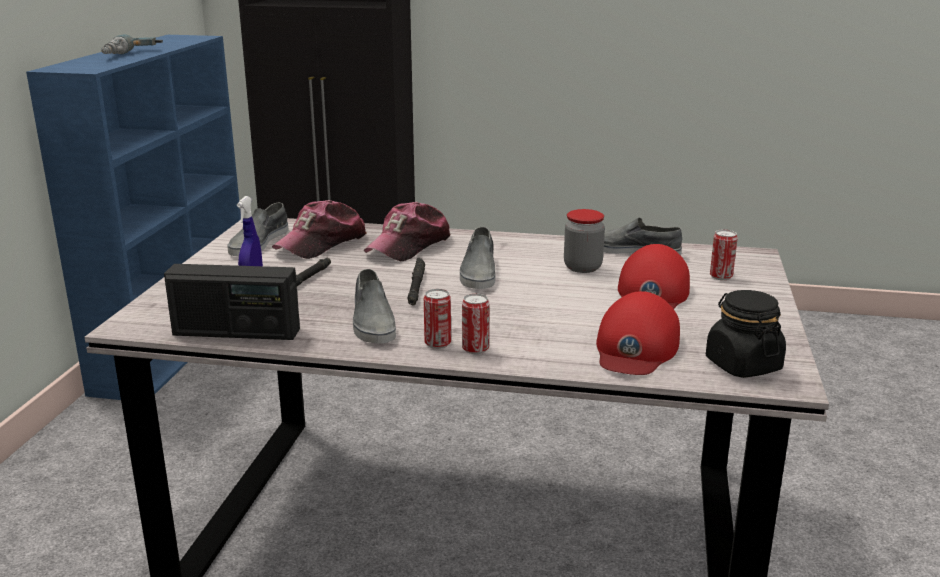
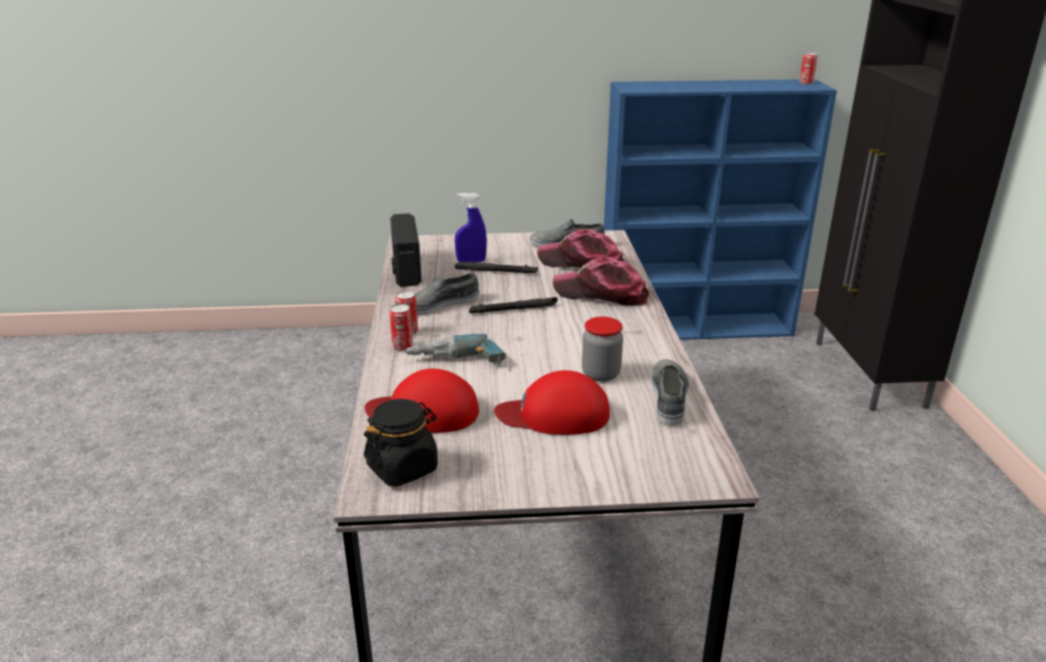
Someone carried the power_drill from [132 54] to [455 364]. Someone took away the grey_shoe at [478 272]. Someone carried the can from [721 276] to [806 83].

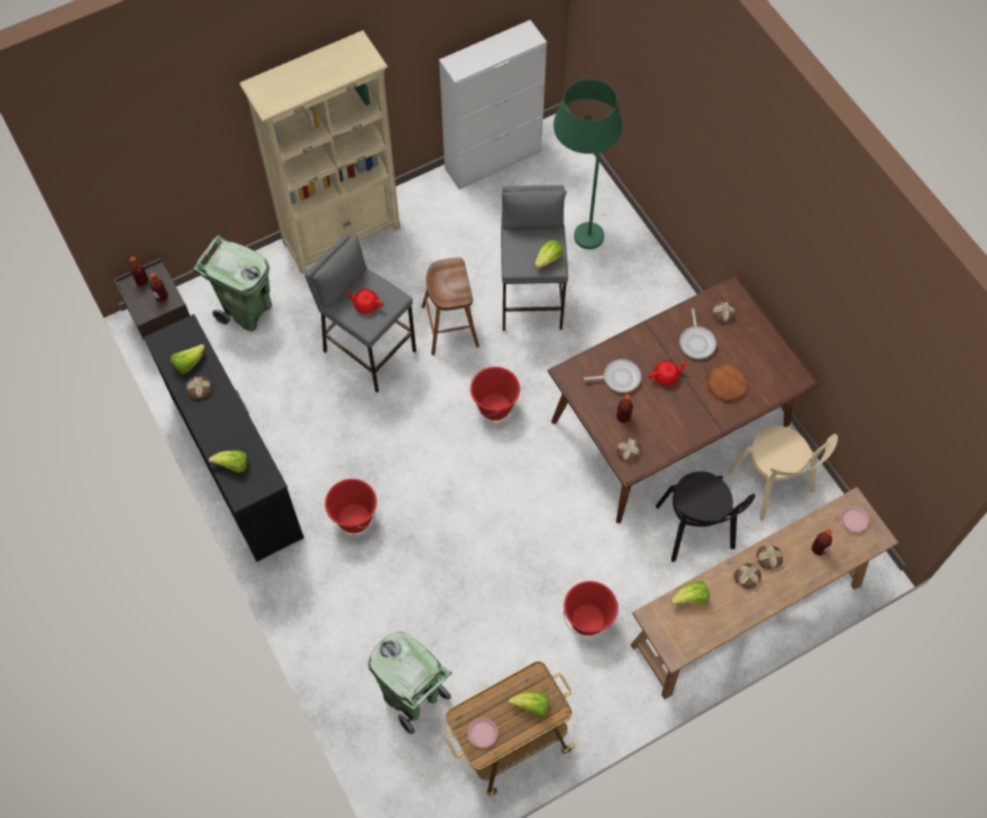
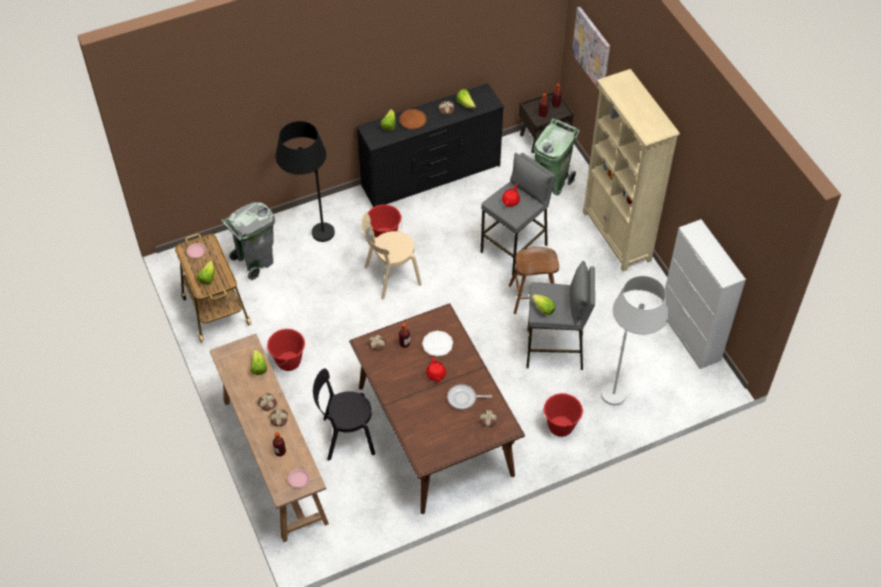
Someone repainted the green_trash_can at [412 697], which became the grey_trash_can at [255 261]. Someone carried the red_bucket from [495 407] to [560 426]. Someone repainted the green_floor_lamp at [578 225], which became the white_floor_lamp at [624 388]. Someone swapped the frying_pan at [619 377] for the white_plate at [437 345]. Someone carried the brown_plate from [726 383] to [412 120]. Someone carried the beige_chair from [773 485] to [390 276]. Someone put down the black_floor_lamp at [311 237]. Someone put up the picture at [592 49].

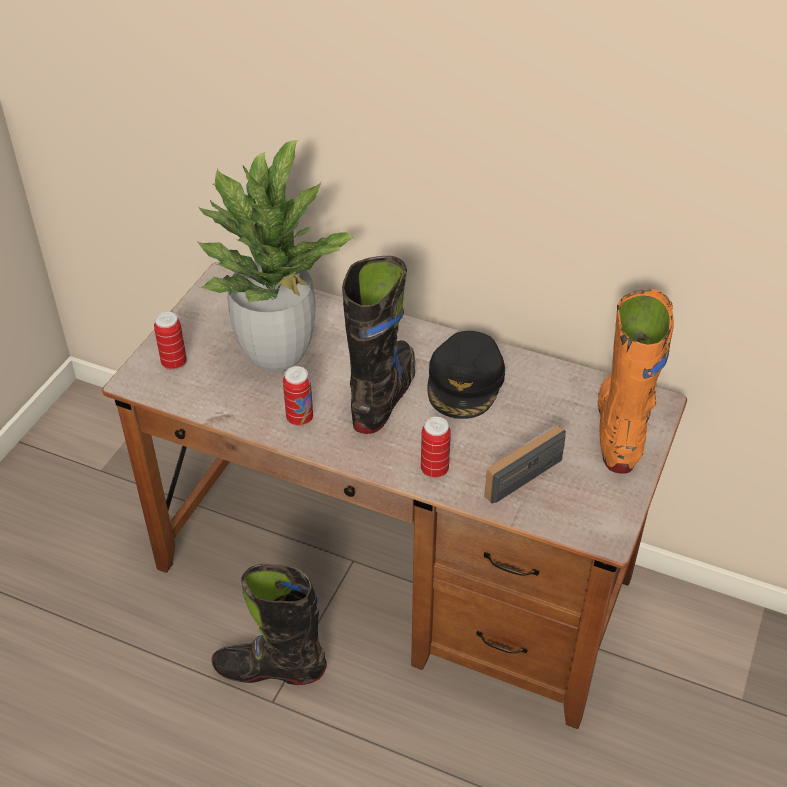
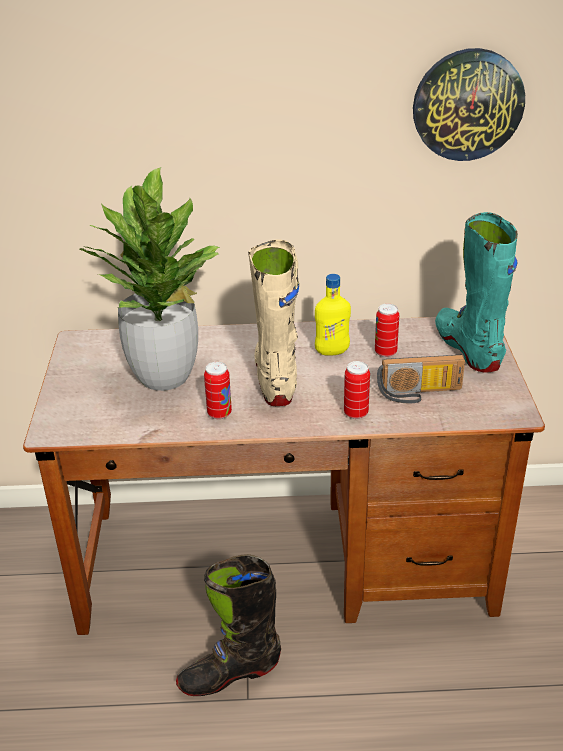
Someone carried the can from [174 363] to [385 352]. Someone repainted the black_boot at [383 396], which became the beige_boot at [276 379]. Someone swapped the black_cap at [466 382] for the yellow_bottle at [332 351]. Someone rotated the radio at [519 471] by 120 degrees counterclockwise. Someone repainted the orange_boot at [619 431], which became the turquoise_boot at [468 348]. Someone put up the wall_clock at [467 104].

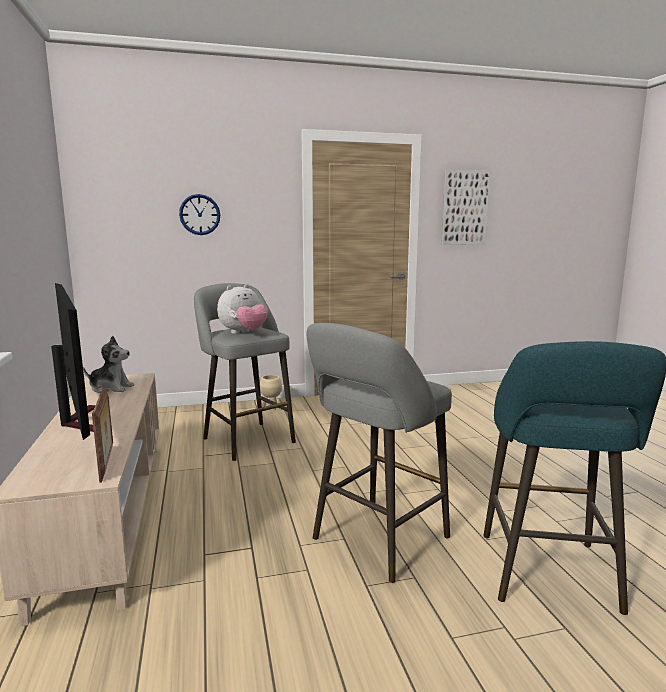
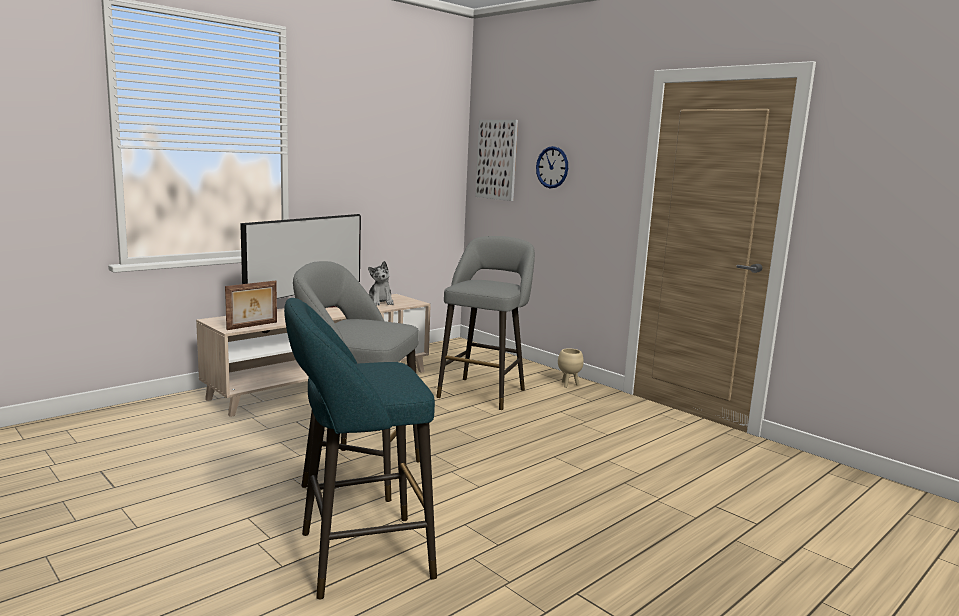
Someone took away the plush_toy at [243 333]. Someone carried the picture from [465 208] to [497 159].

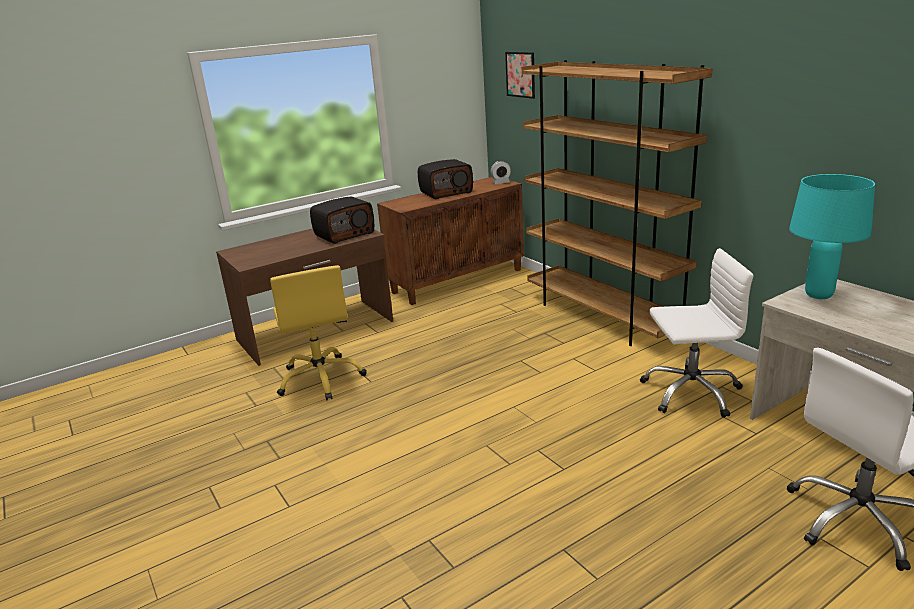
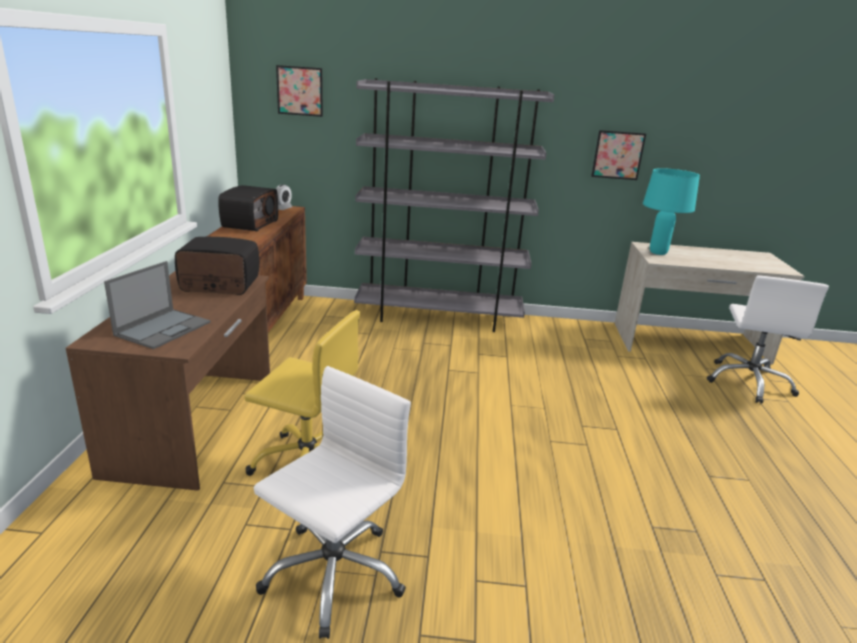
Someone rotated the radio at [344 234] by 90 degrees counterclockwise. Someone repainted the brown_bookcase at [602 317], which became the grey_bookcase at [439 317]. Someone carried the white_office_chair from [691 392] to [333 573]. Someone put down the laptop at [163 328]. Someone put up the picture at [618 155].

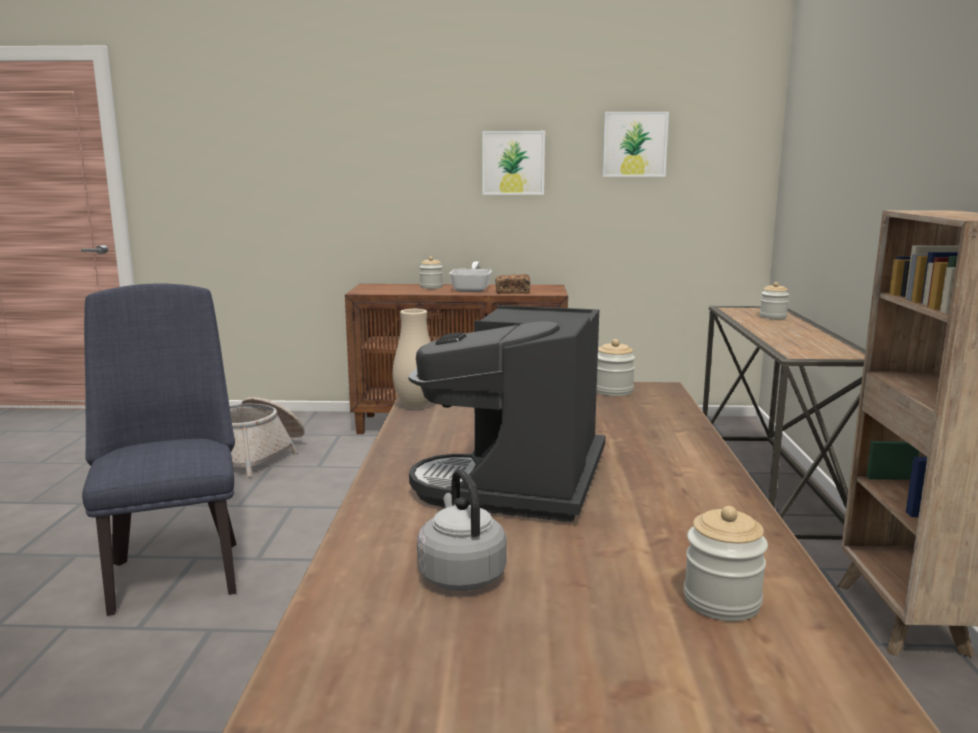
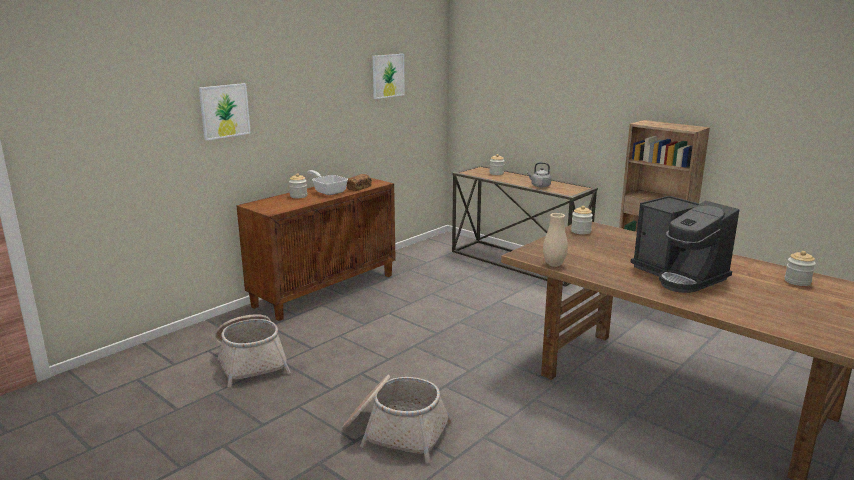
Someone swapped the blue_chair at [174 570] for the basket at [395 431]. Someone carried the grey_kettle from [460 574] to [539 186]. Someone carried the picture from [513 163] to [224 111].

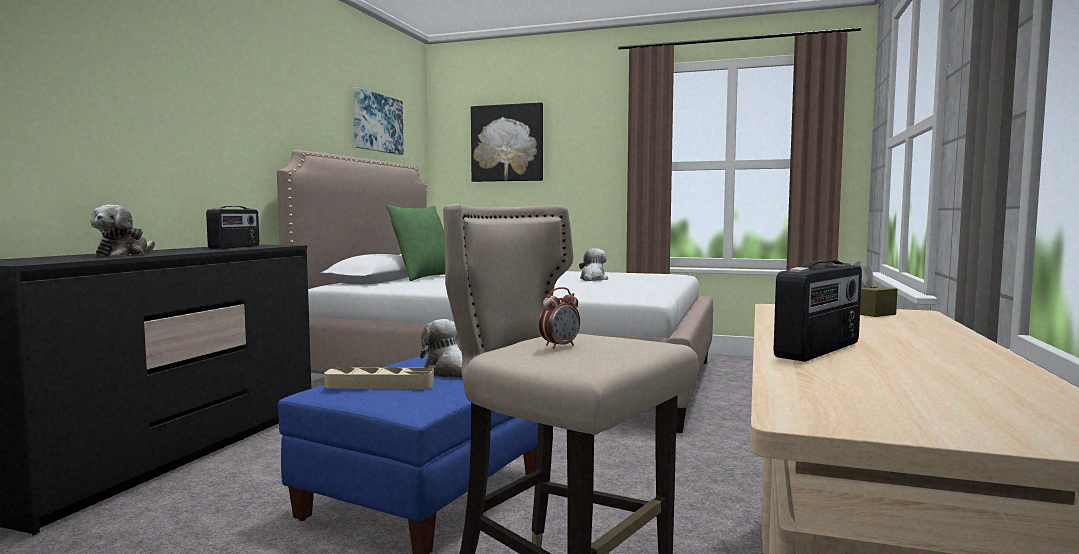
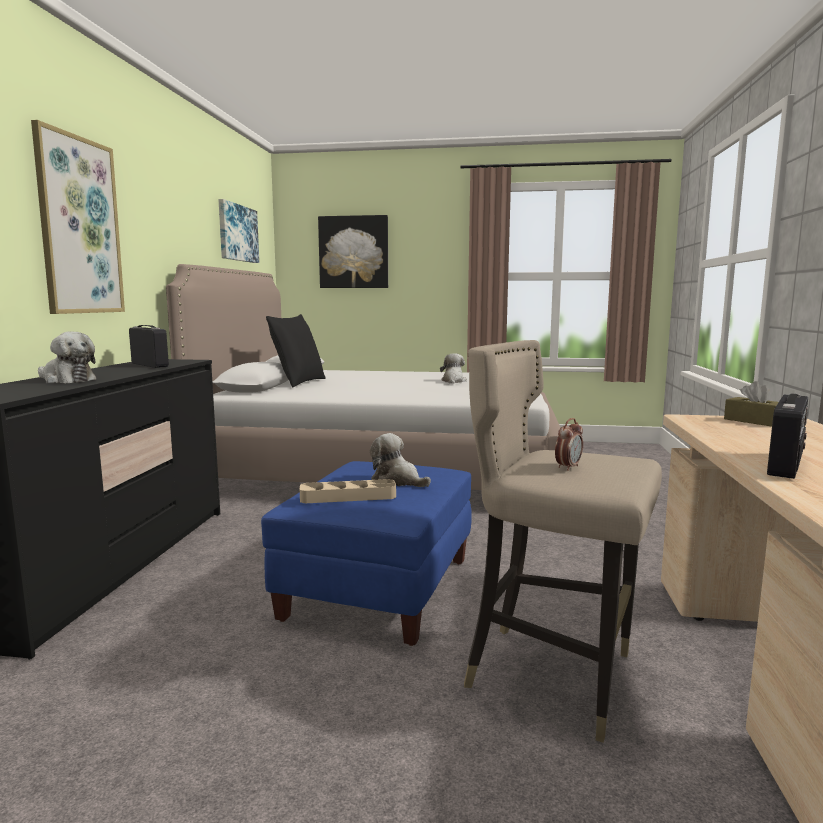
Someone rotated the plush_toy at [124 254] by 60 degrees counterclockwise. Someone rotated the radio at [235 247] by 45 degrees counterclockwise. Someone repainted the green_pillow at [423 277], which became the black_pillow at [298 382]. Someone put up the picture at [79 226].

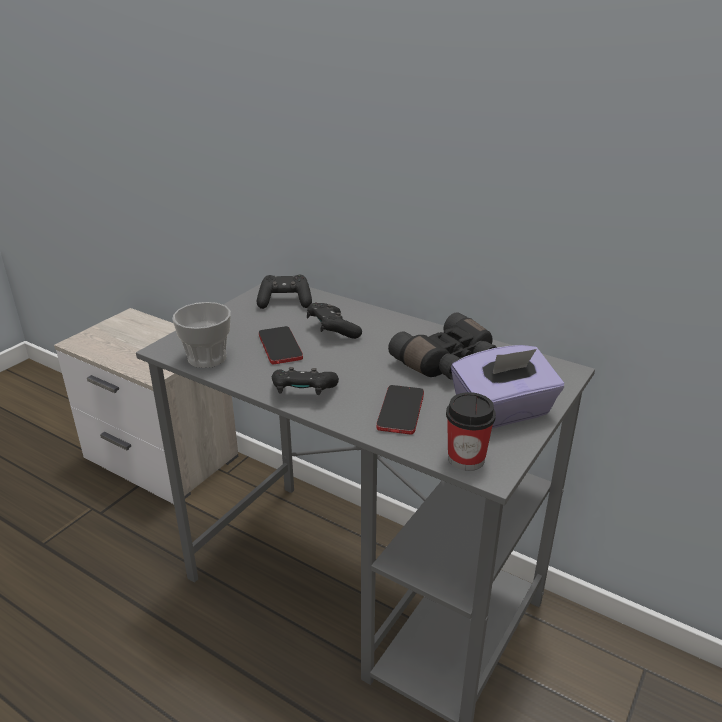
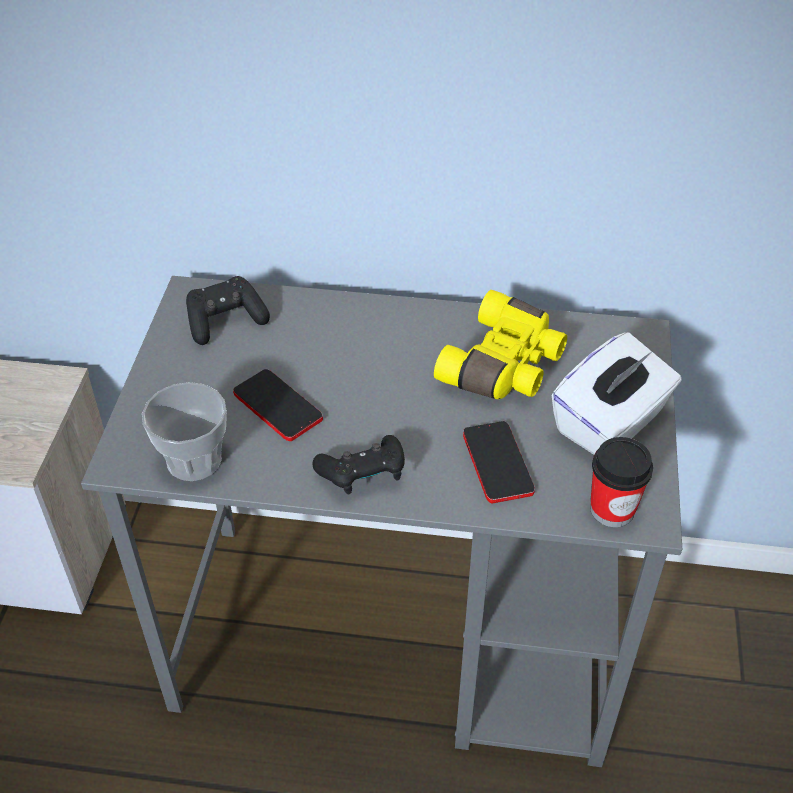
Someone took away the black_game_controller at [332 331]. Someone repainted the black_binoculars at [448 363], which became the yellow_binoculars at [505 366]. Someone repainted the purple_tissue_box at [503 412], which became the white_tissue_box at [610 423].

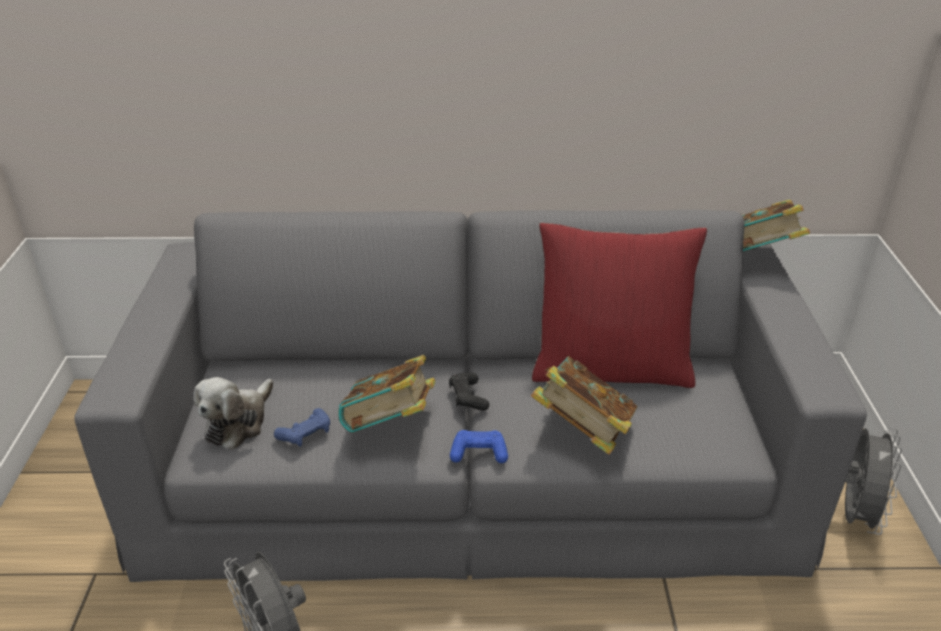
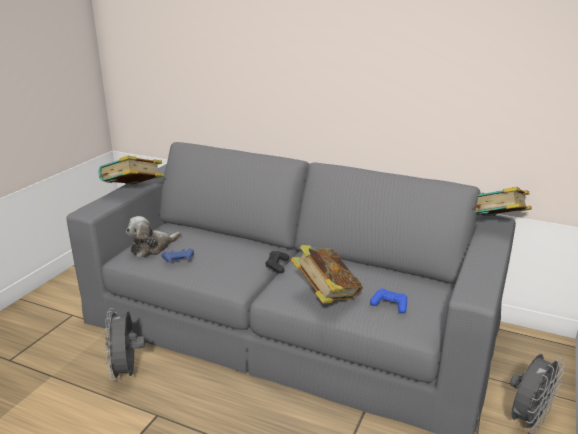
Someone carried the book from [390 426] to [133 191]. Someone carried the blue_game_controller from [479 453] to [389 305]. Someone took away the red_pillow at [611 368].

